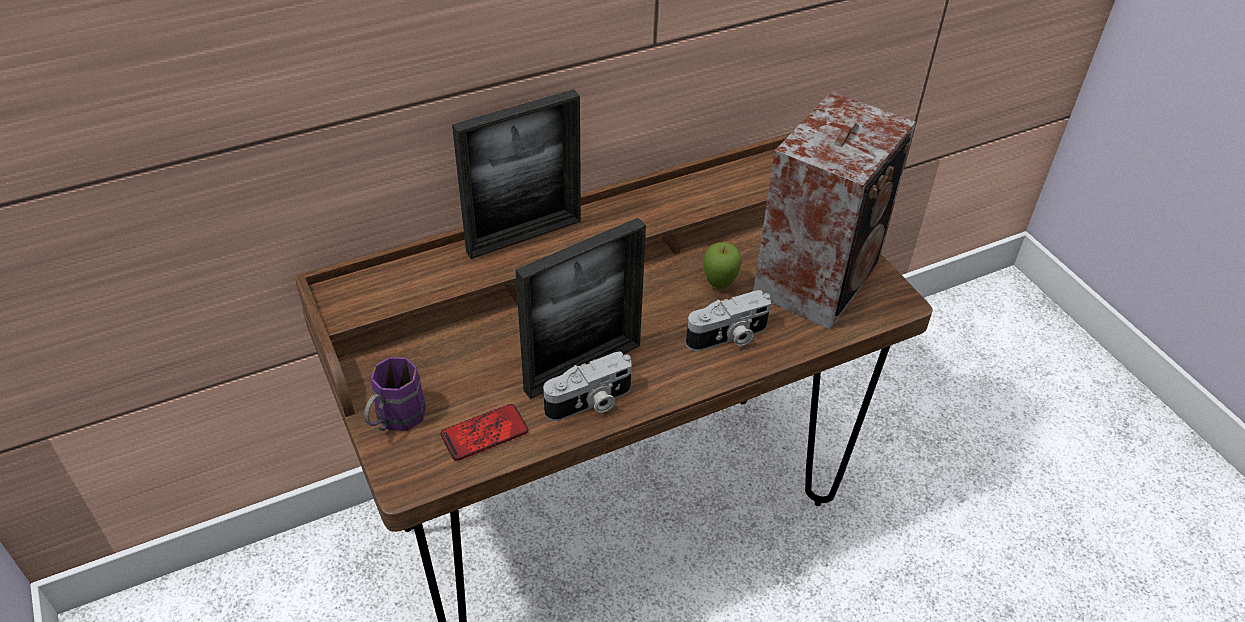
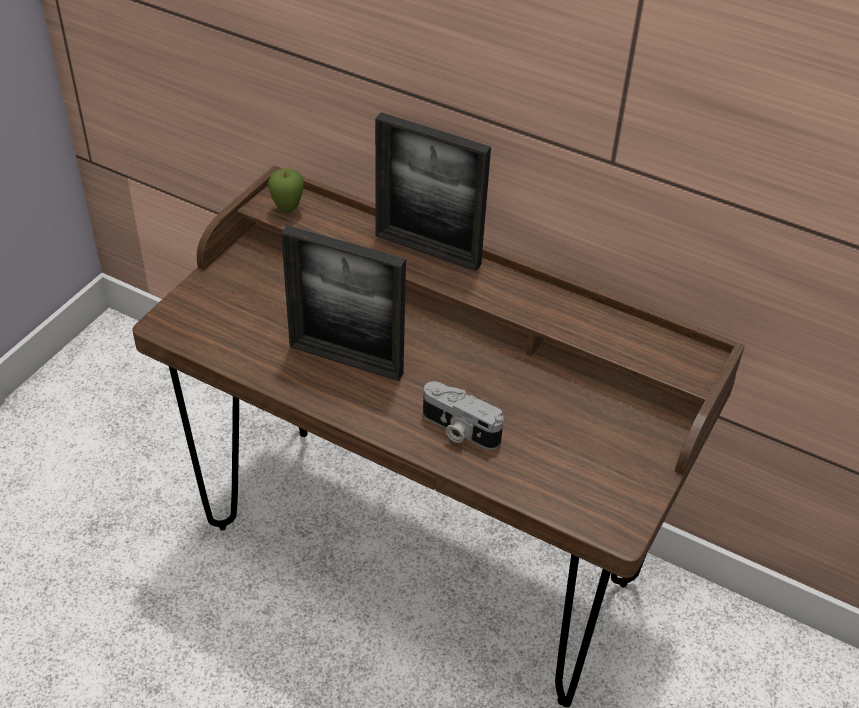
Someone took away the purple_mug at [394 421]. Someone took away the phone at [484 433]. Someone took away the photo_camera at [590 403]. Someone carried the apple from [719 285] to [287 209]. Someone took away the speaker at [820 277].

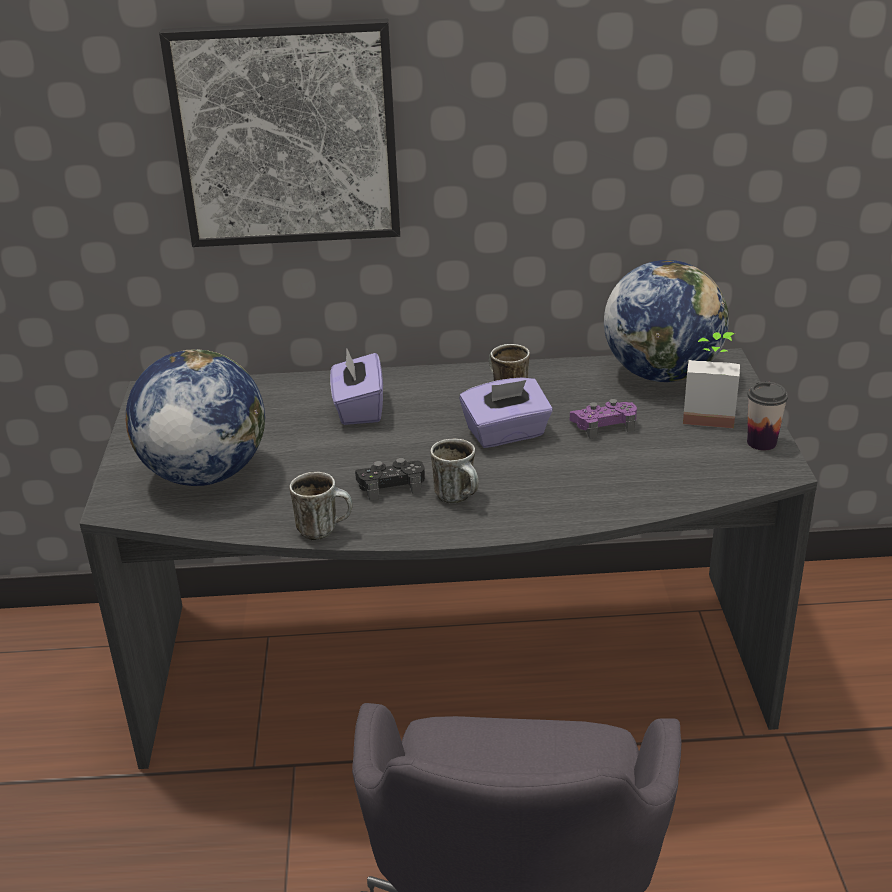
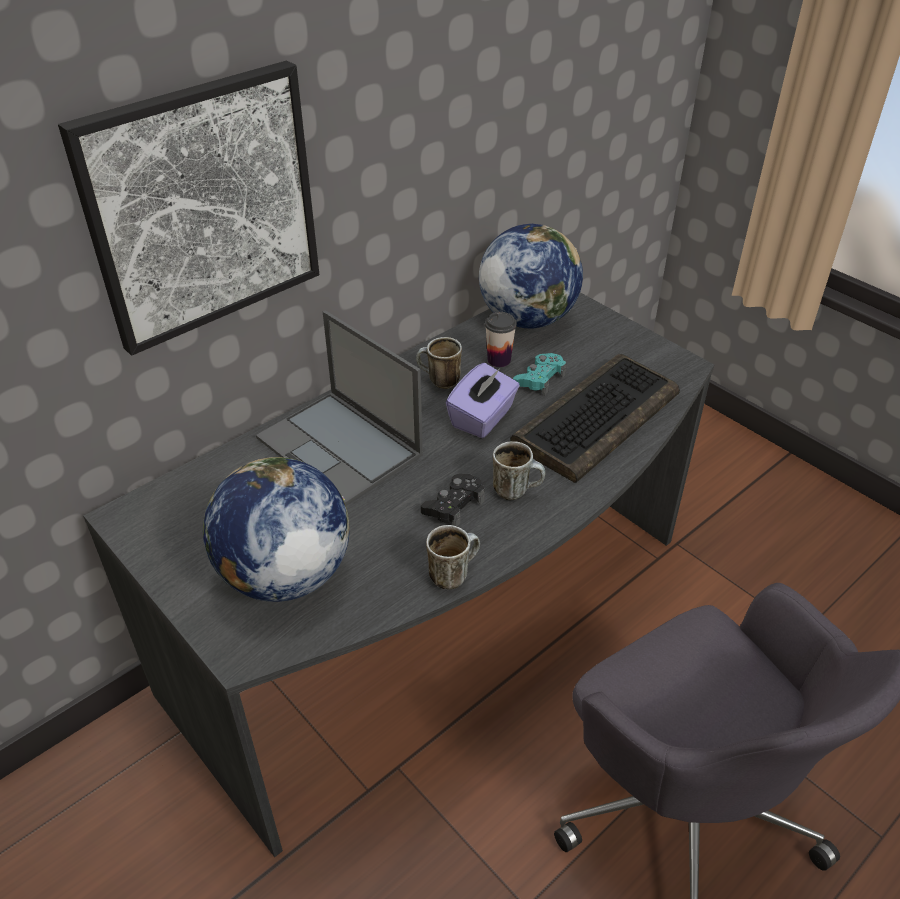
Someone swapped the purple_tissue_box at [358 409] for the laptop at [341 447]. Someone repainted the purple_game_controller at [604 425], which became the turquoise_game_controller at [539 379]. Someone took away the potted_plant at [709 414]. Someone carried the cup from [761 442] to [499 360]. Someone put down the keyboard at [596 417].

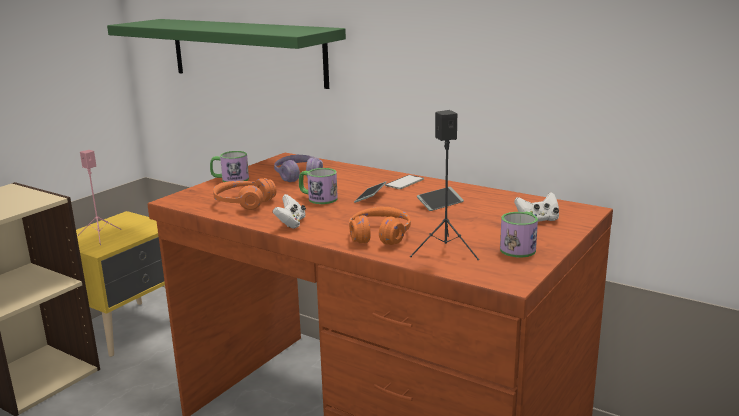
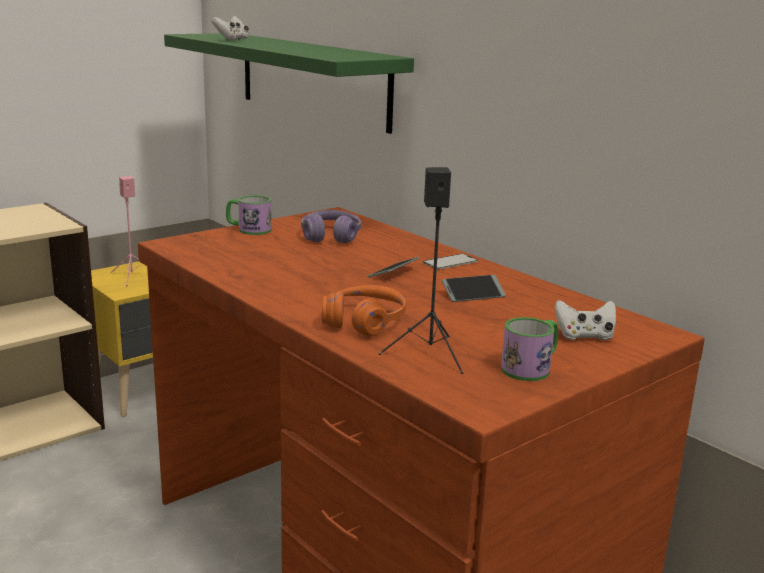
Someone took away the orange_headphones at [243 203]. Someone carried the white_game_controller from [291 223] to [231 40]. Someone took away the mug at [318 198].

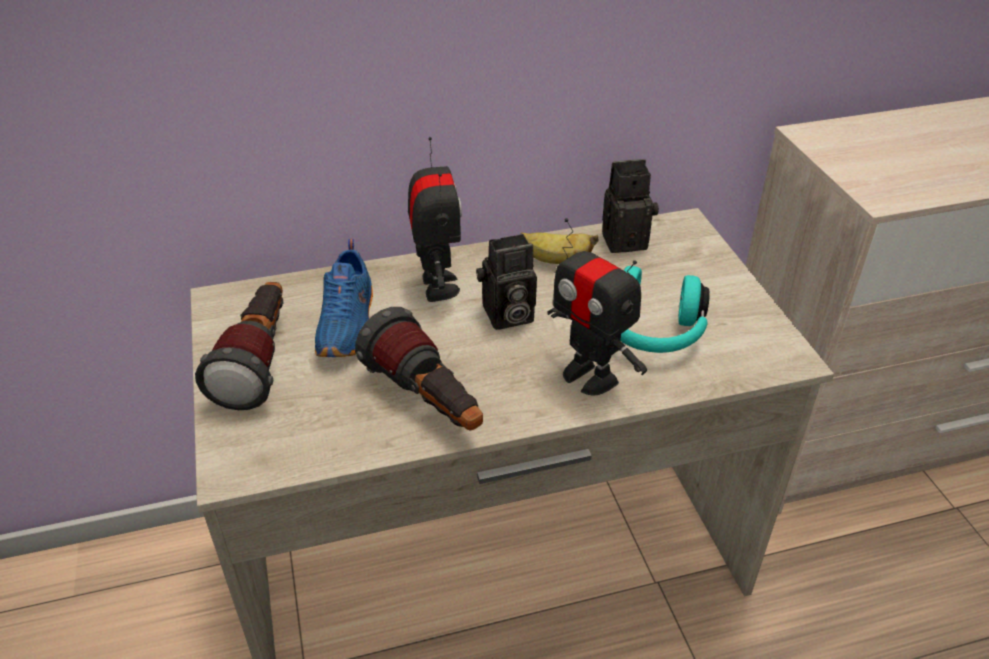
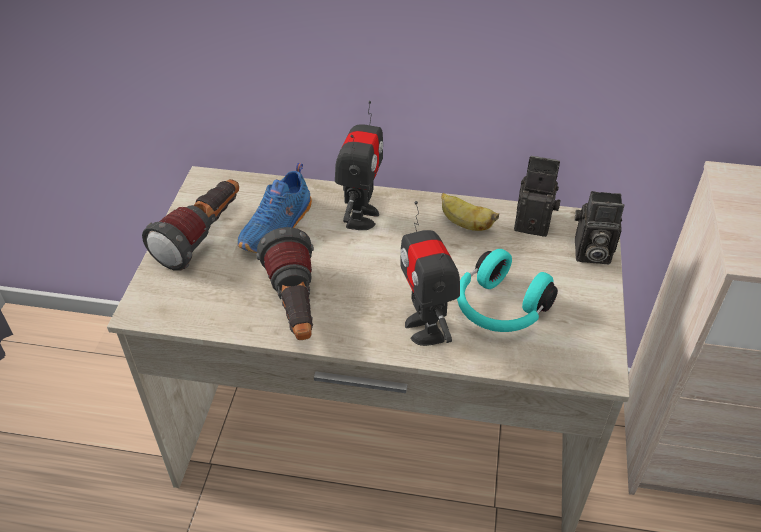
Someone carried the photo_camera from [506 316] to [590 253].

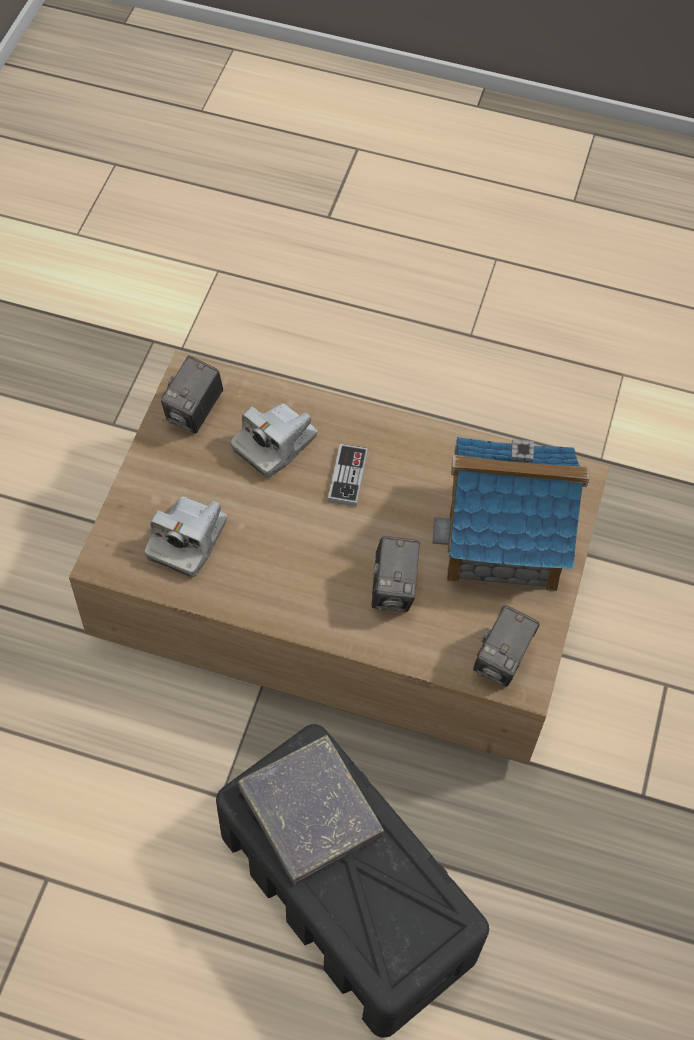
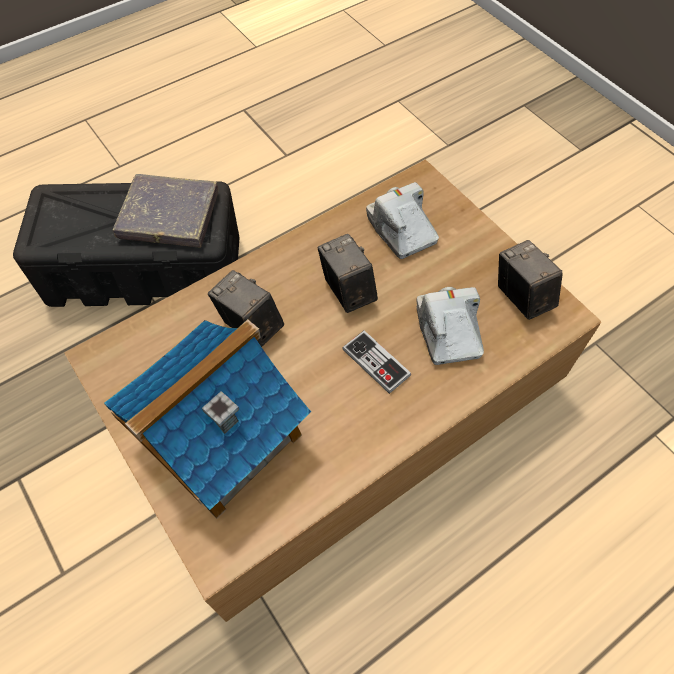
Someone carried the photo_camera from [502 660] to [347 290].

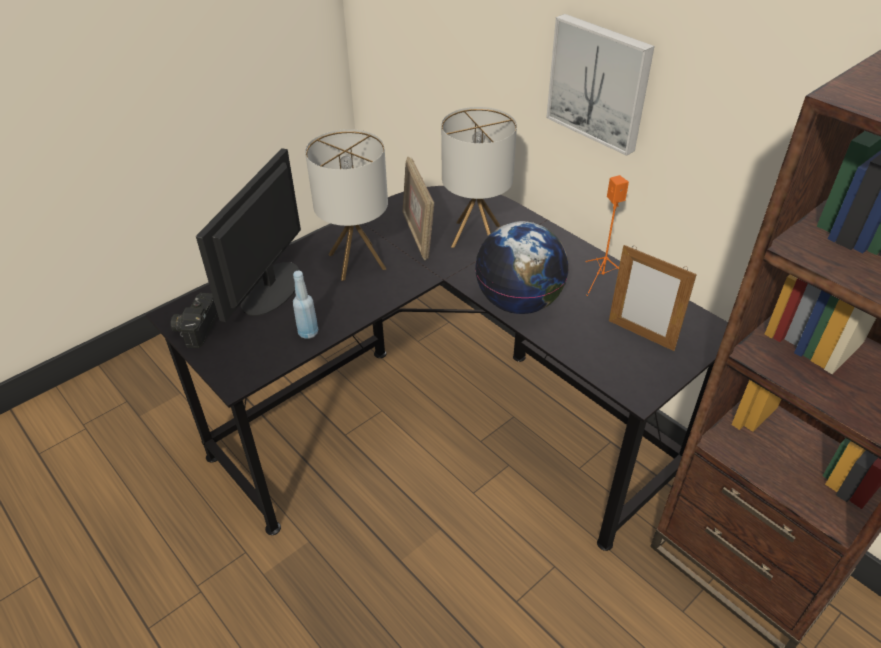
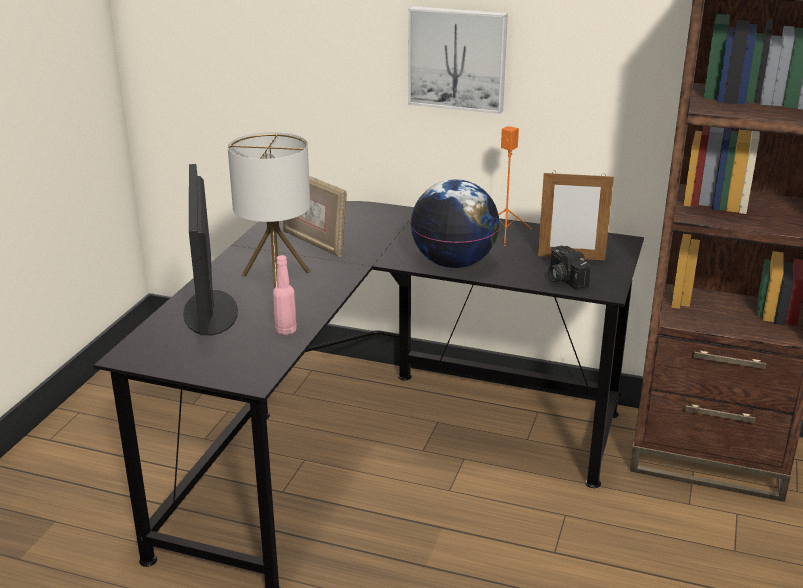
Someone carried the photo_camera from [196 328] to [563 278]. Someone repainted the blue_bottle at [308 333], which became the pink_bottle at [286 330]. Someone took away the table_lamp at [475 236].

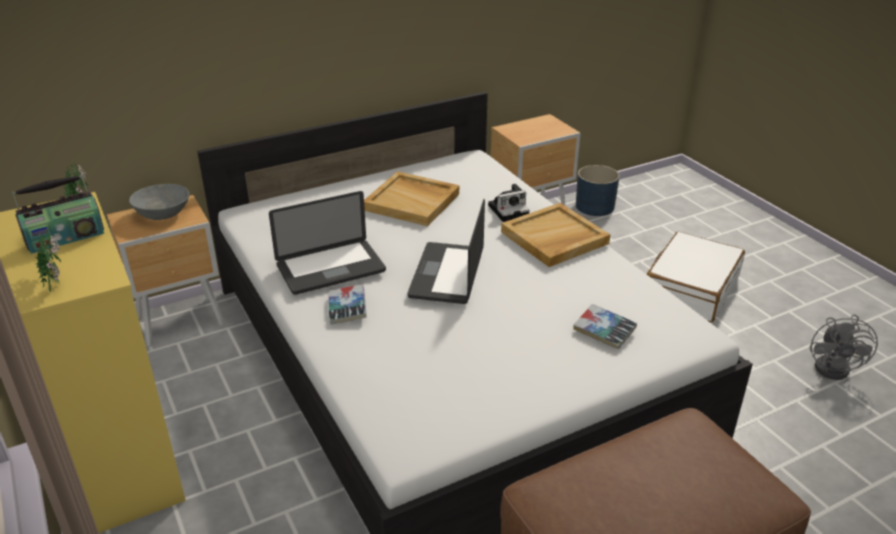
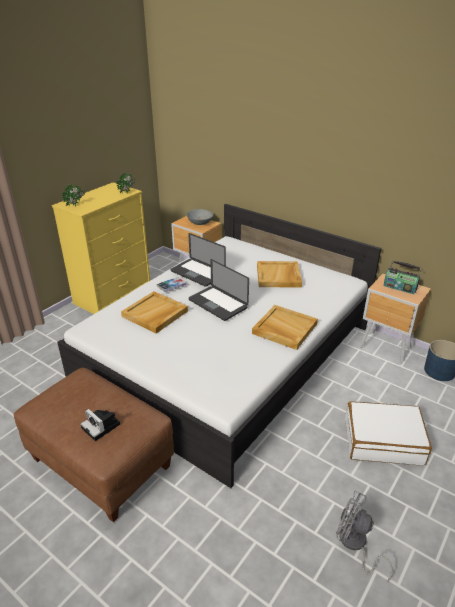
Someone carried the radio from [65 238] to [400 287]. Someone rotated the laptop at [447 274] by 120 degrees counterclockwise. Someone carried the photo_camera from [509 210] to [102 426]. Someone took away the book at [604 331]. Someone rotated the grey_fan at [836 367] by 45 degrees clockwise. Someone put down the beige_tray at [155 314].

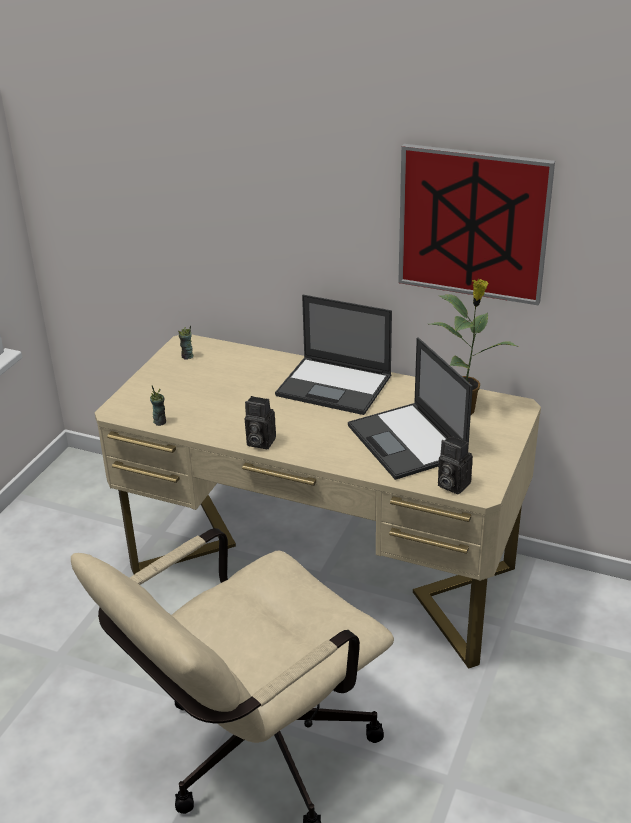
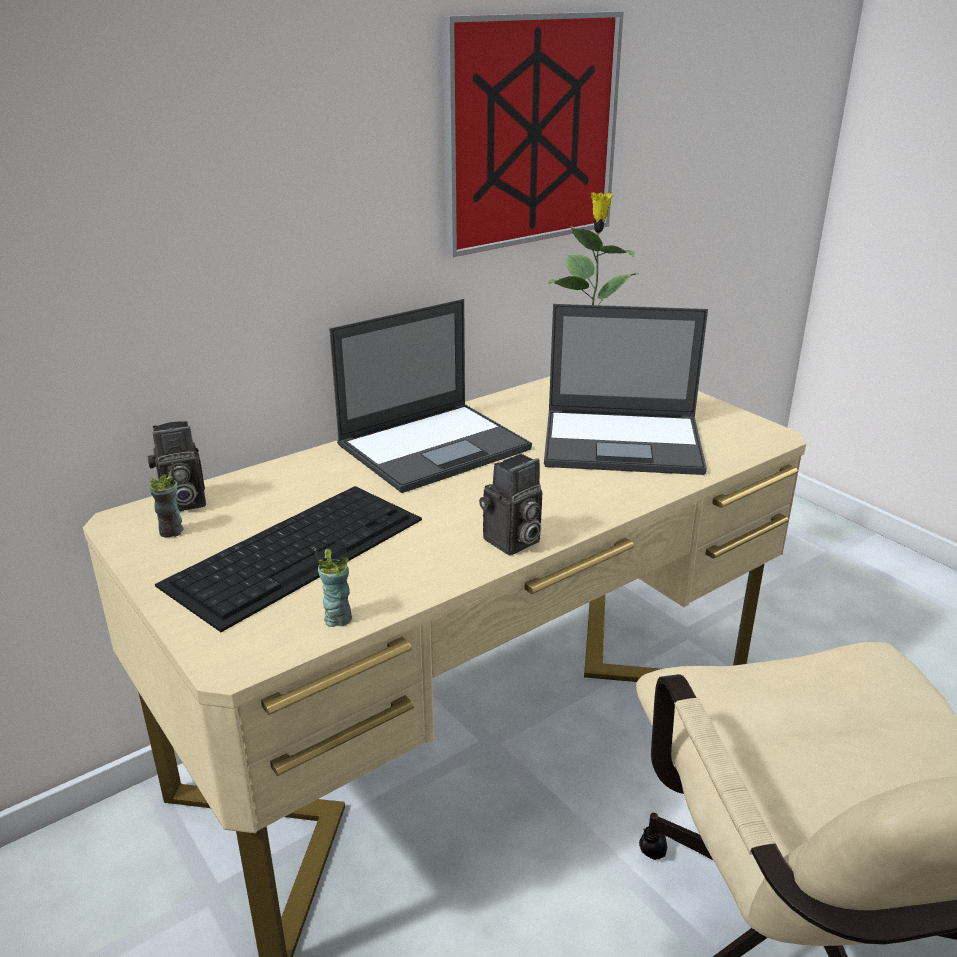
Someone carried the photo_camera from [451 484] to [181 503]. Someone put down the keyboard at [297 549].

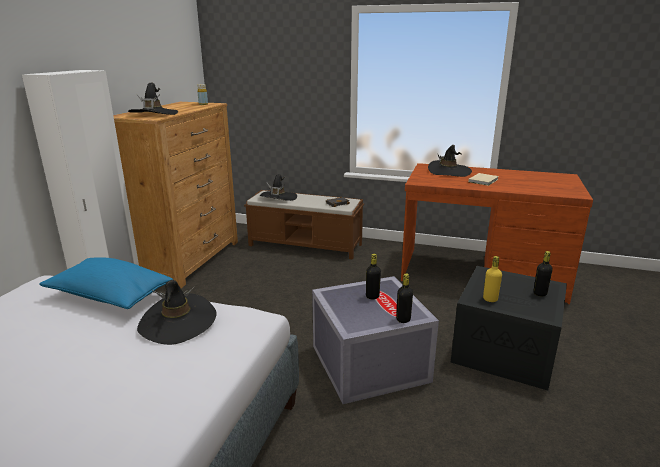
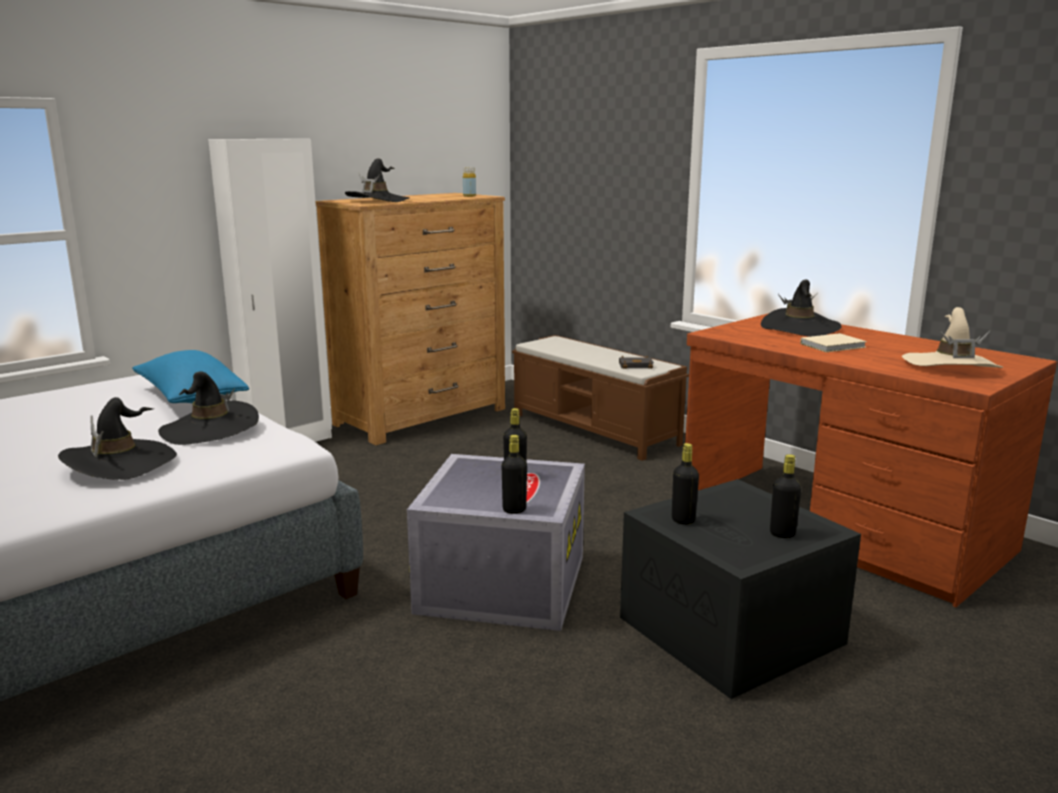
Someone carried the black_hat from [278 197] to [120 463]. Someone repainted the yellow_bottle at [490 299], which became the black_bottle at [683 520]. Someone put down the beige_hat at [950 366].

